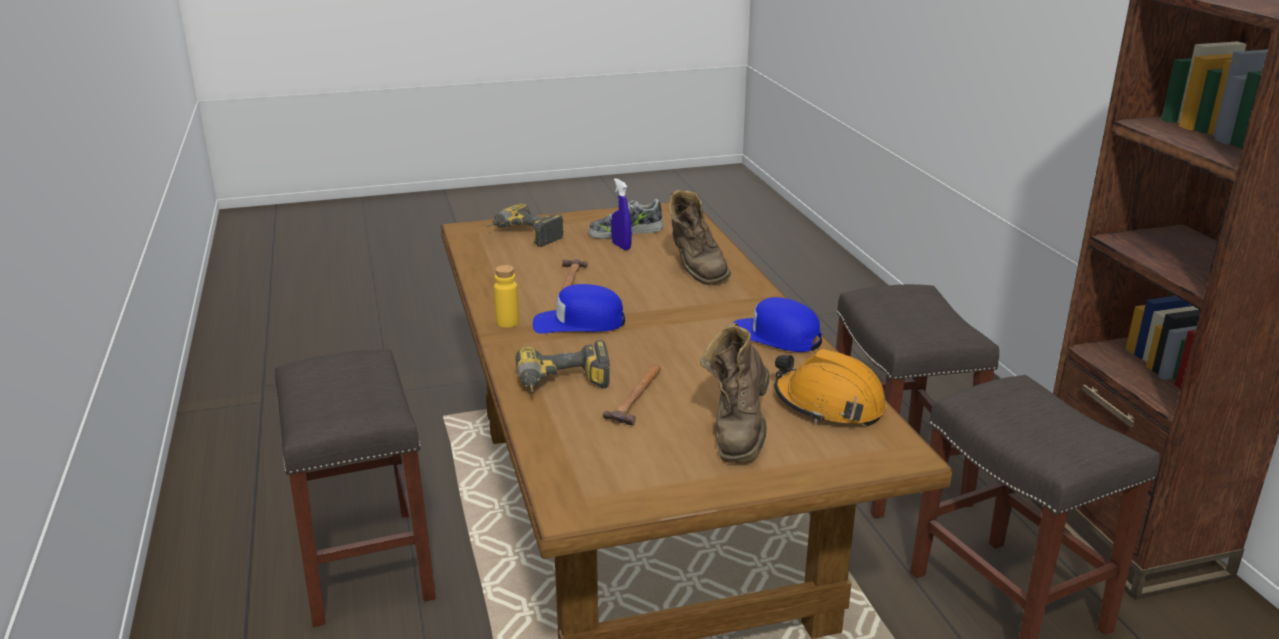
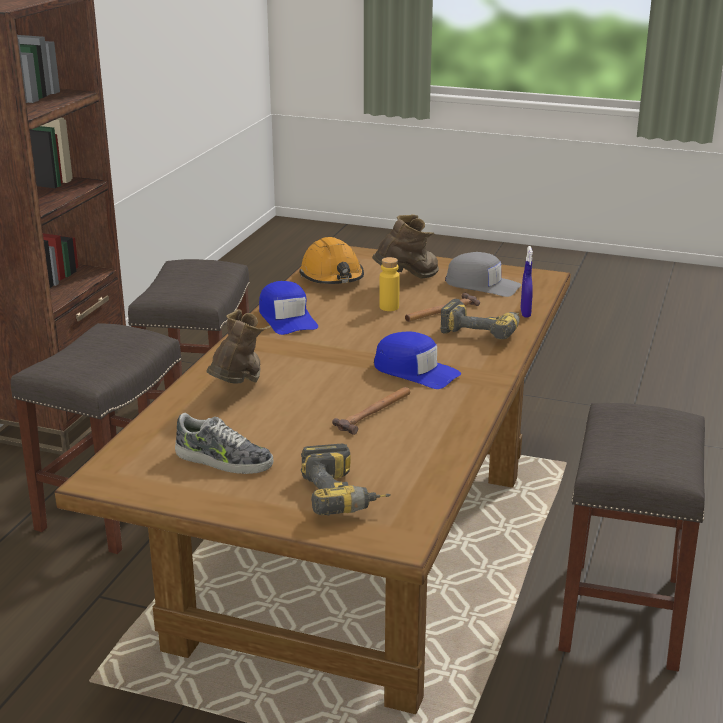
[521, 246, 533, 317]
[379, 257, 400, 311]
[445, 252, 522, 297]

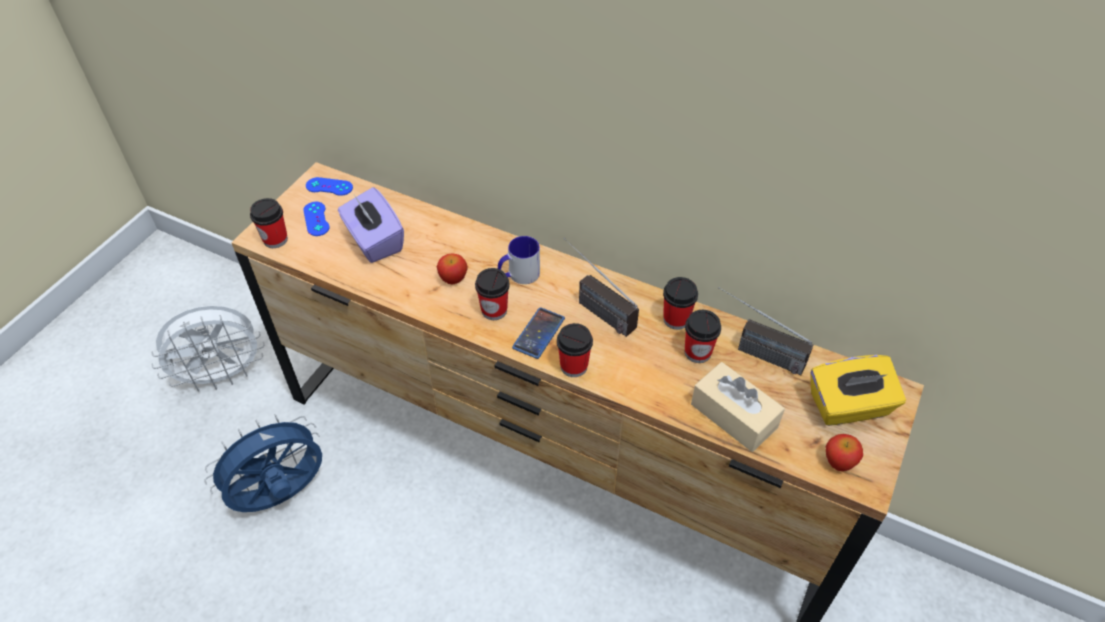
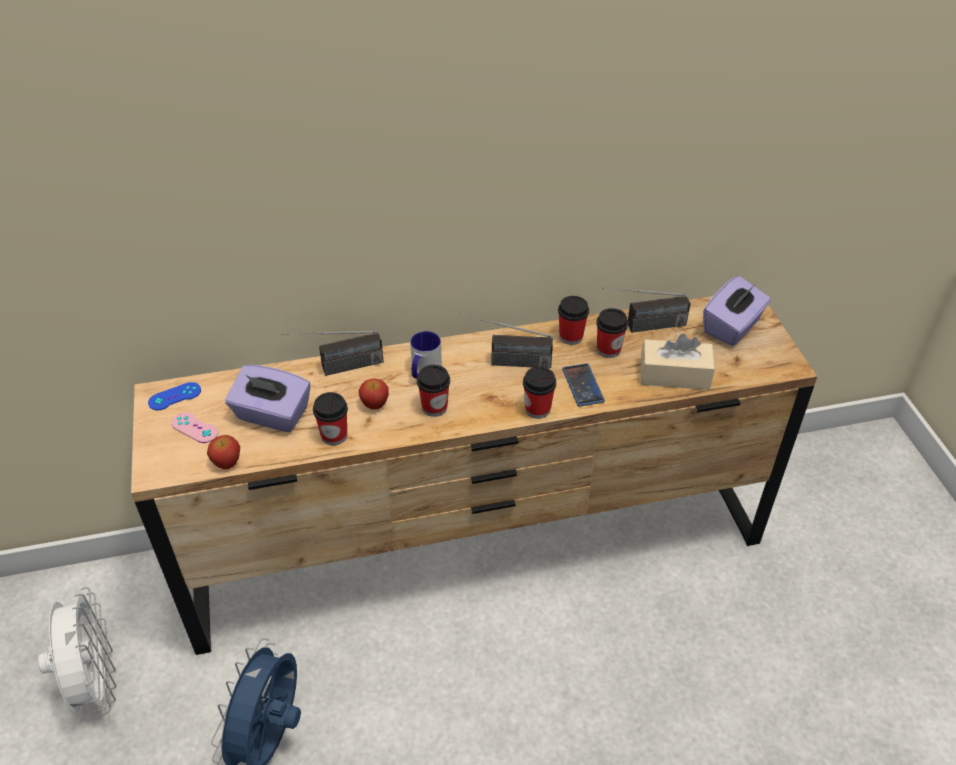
[313, 392, 348, 445]
[171, 412, 219, 443]
[38, 587, 116, 715]
[562, 363, 605, 407]
[703, 276, 771, 346]
[207, 435, 240, 469]
[282, 330, 384, 376]

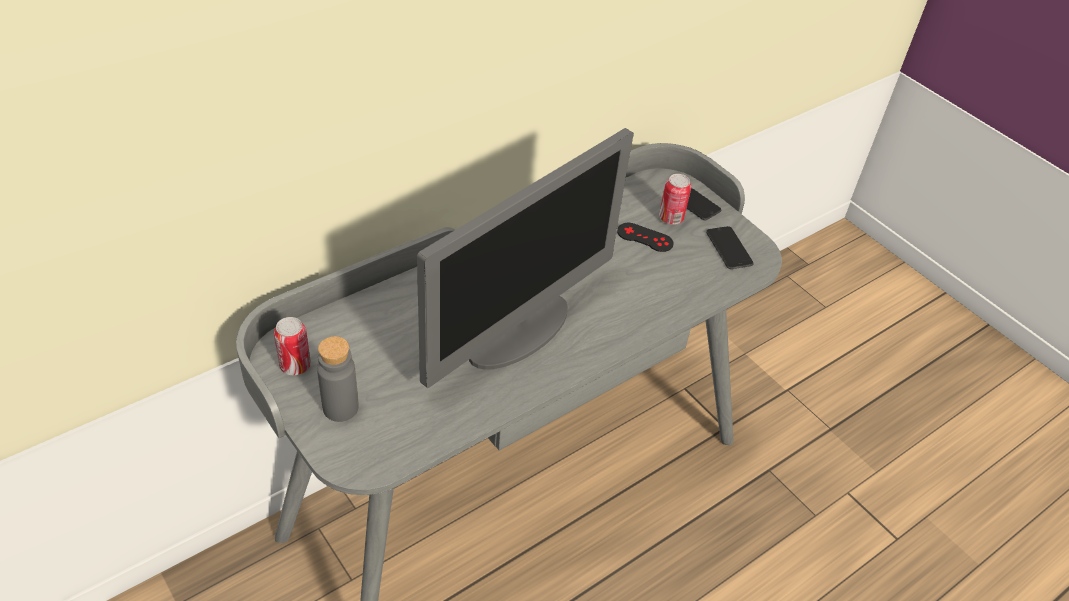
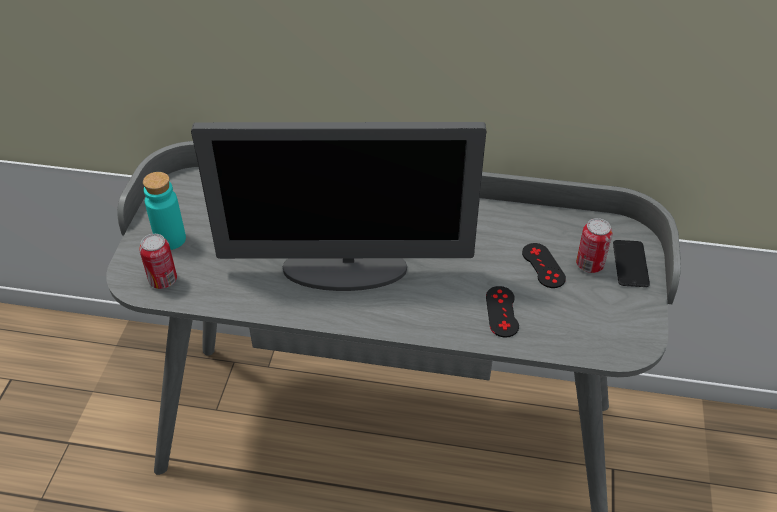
[706, 226, 753, 269] (first image)
[139, 234, 177, 289]
[143, 172, 186, 250]
[486, 286, 519, 338]

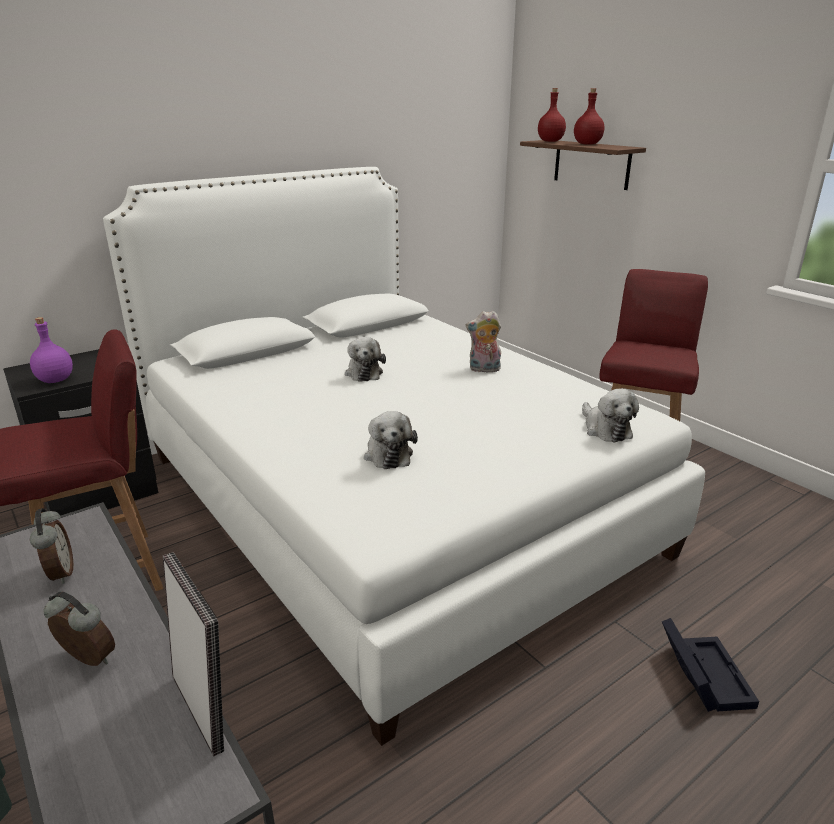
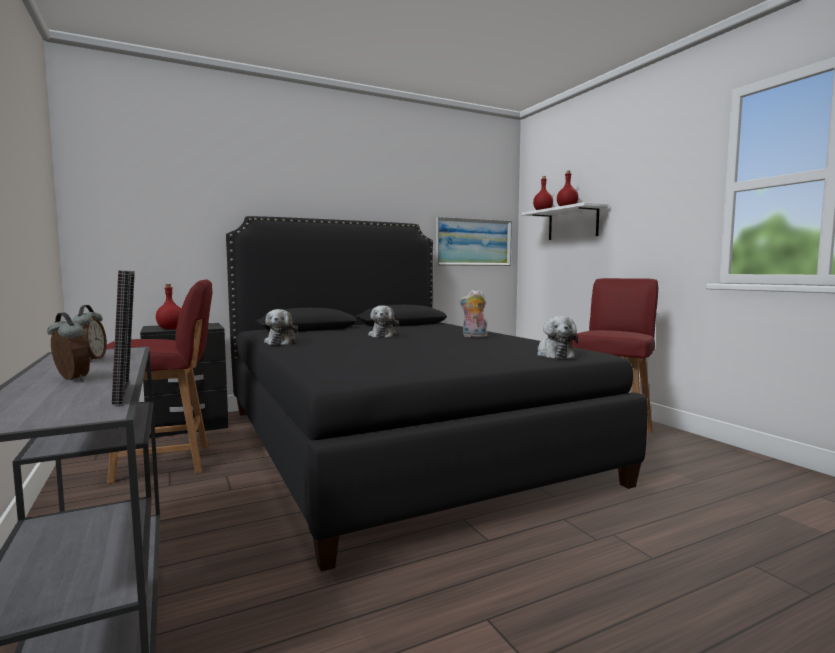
[522, 202, 608, 240]
[226, 216, 648, 572]
[156, 284, 181, 329]
[264, 309, 298, 345]
[662, 618, 759, 712] (first image)
[436, 217, 512, 266]

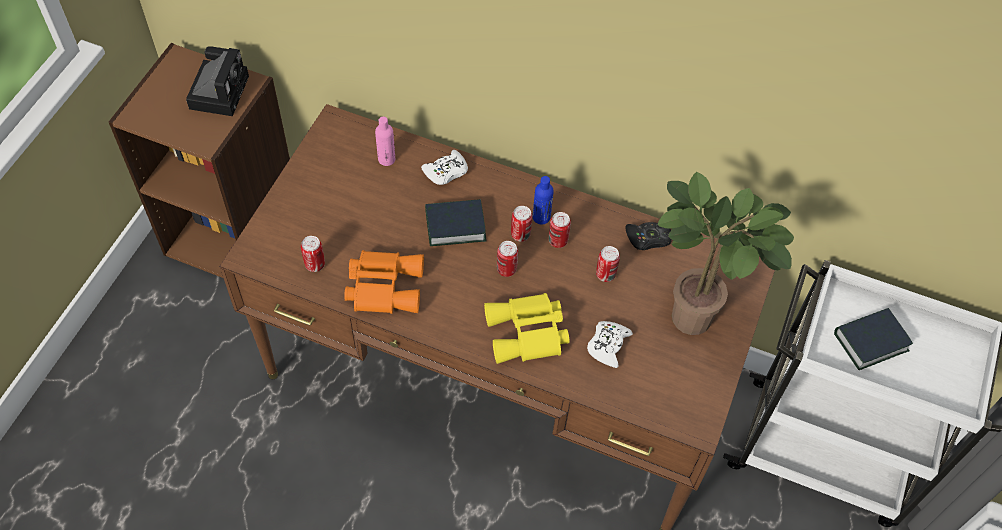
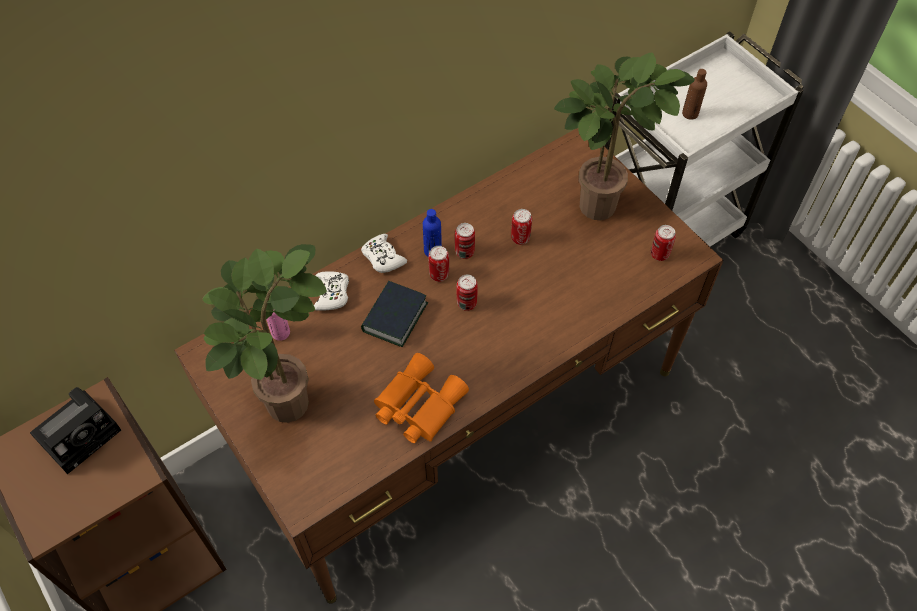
[30, 387, 121, 474]
[625, 222, 672, 250] (first image)
[651, 225, 676, 261]
[484, 293, 569, 364] (first image)
[682, 69, 707, 120]
[361, 234, 407, 273]
[202, 244, 327, 423]

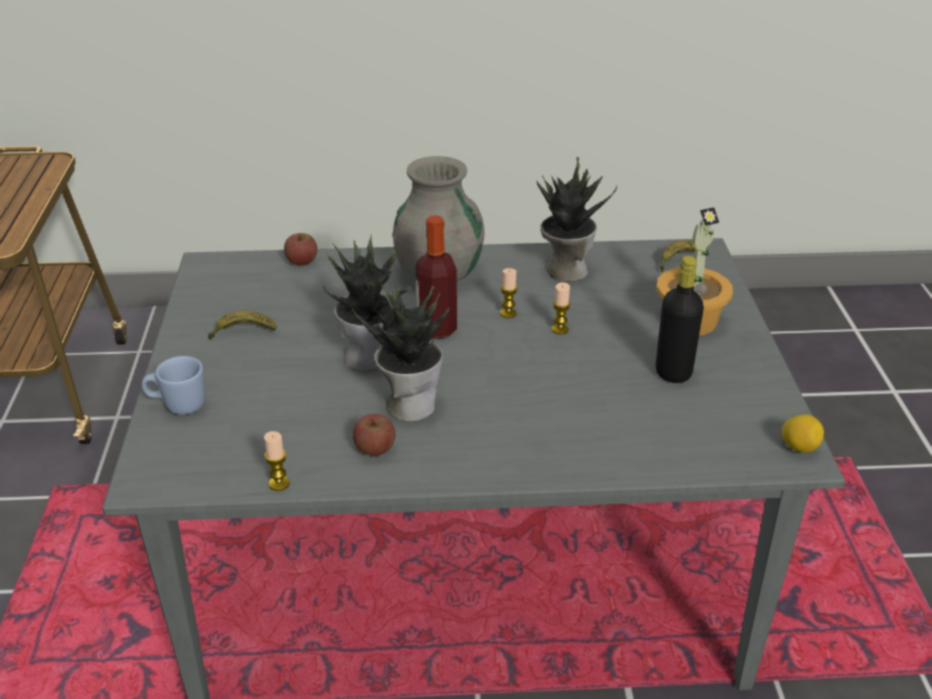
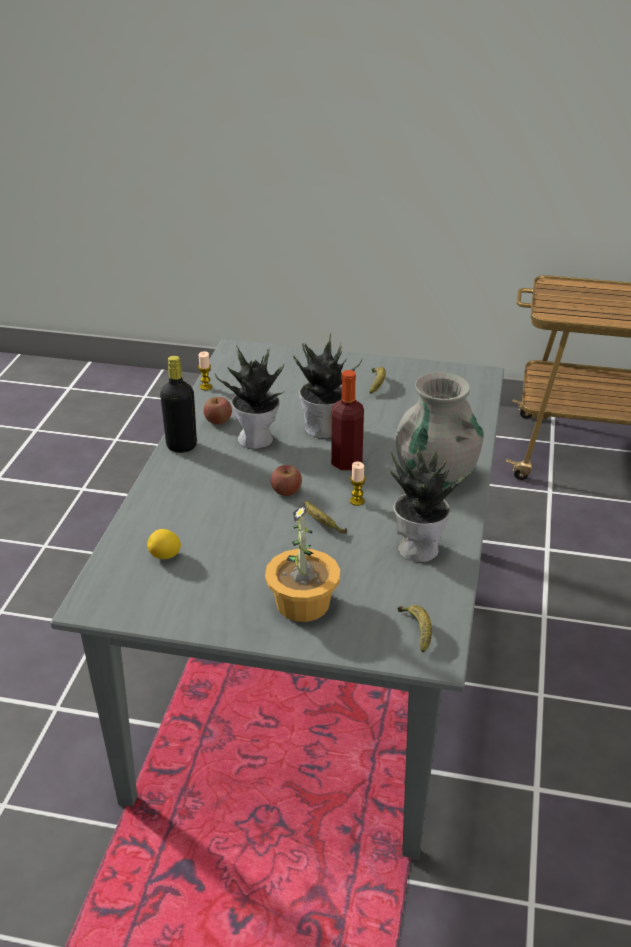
[271, 465, 302, 496]
[160, 356, 197, 453]
[303, 501, 347, 534]
[142, 356, 205, 415] (first image)
[147, 529, 181, 559]

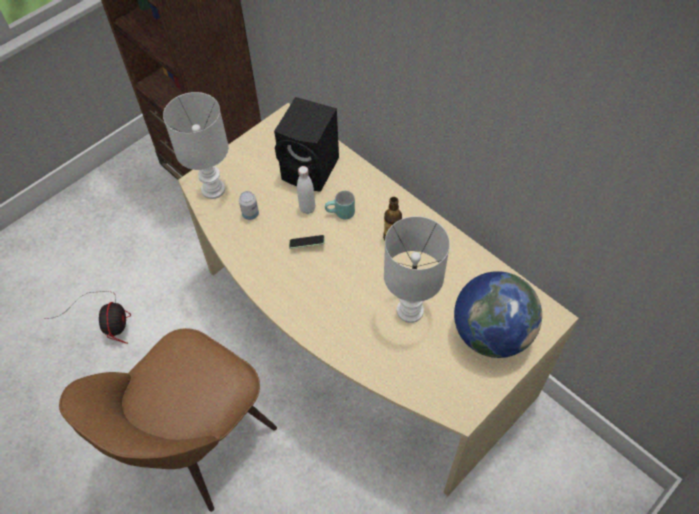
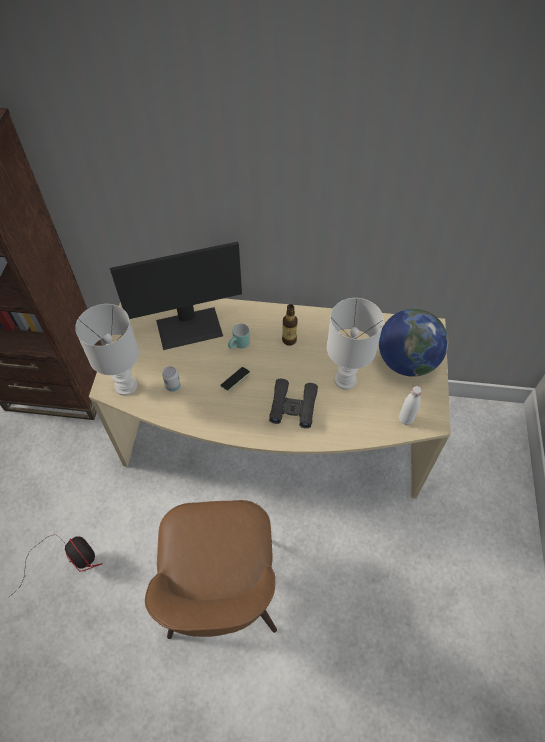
[110, 241, 242, 350]
[399, 386, 422, 425]
[269, 379, 318, 428]

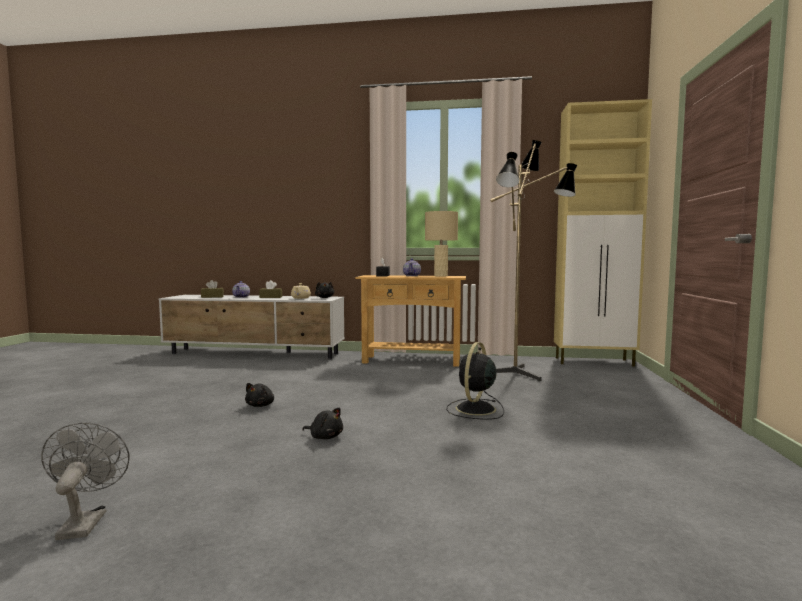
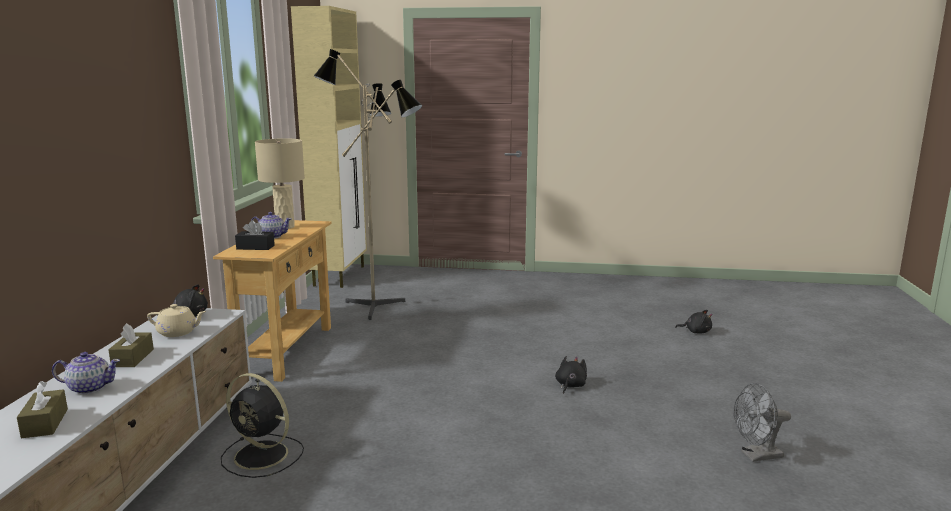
[221, 373, 304, 478]
[675, 310, 712, 334]

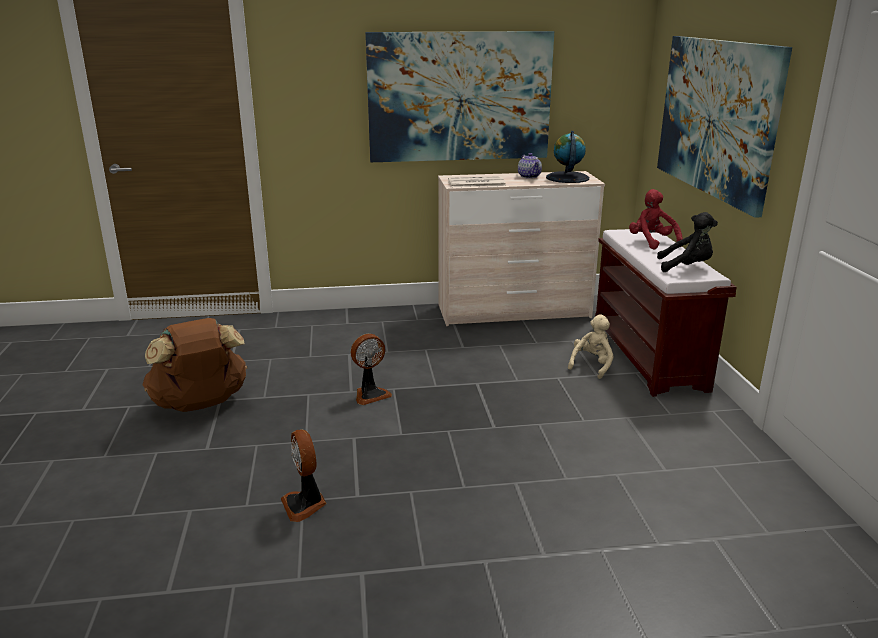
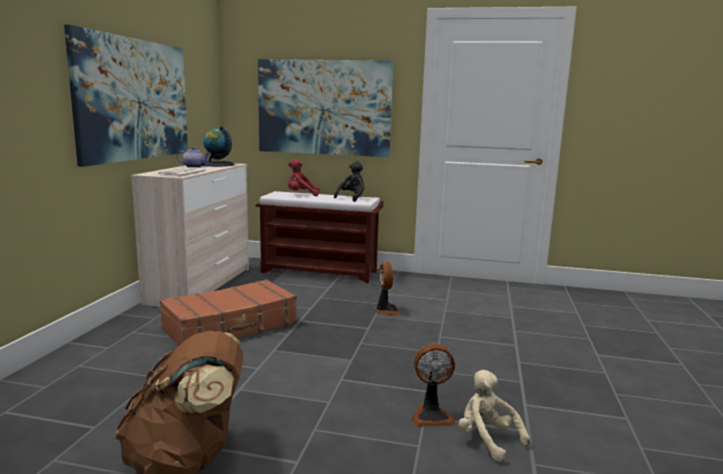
[458, 370, 530, 462]
[374, 262, 401, 315]
[160, 279, 297, 346]

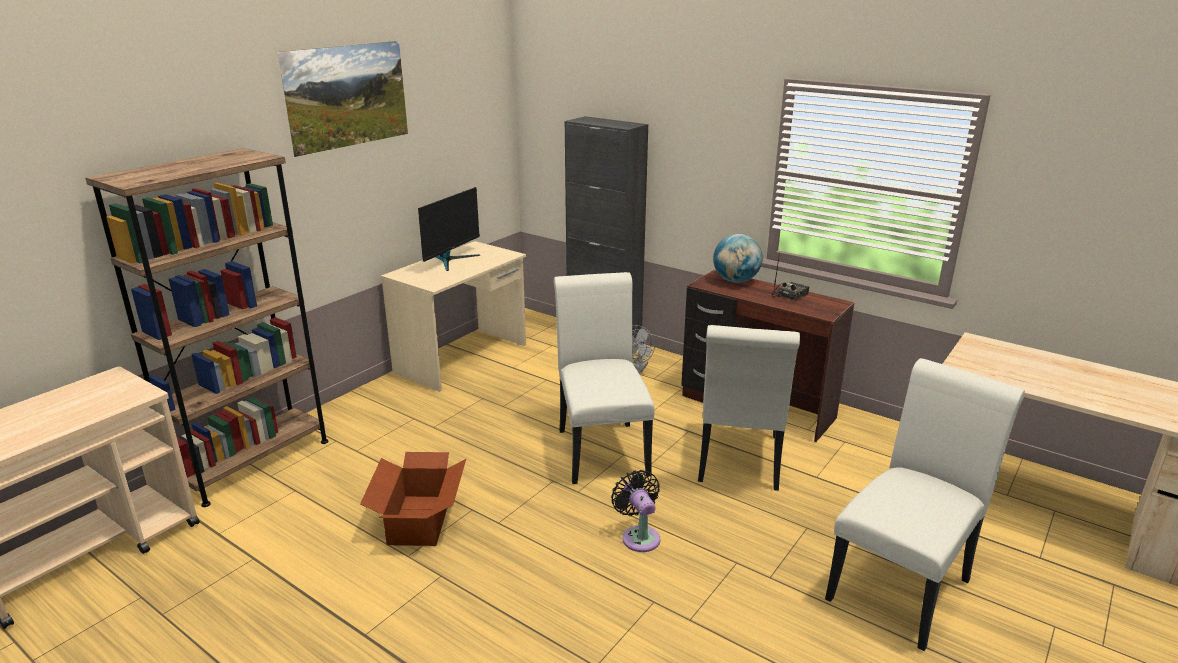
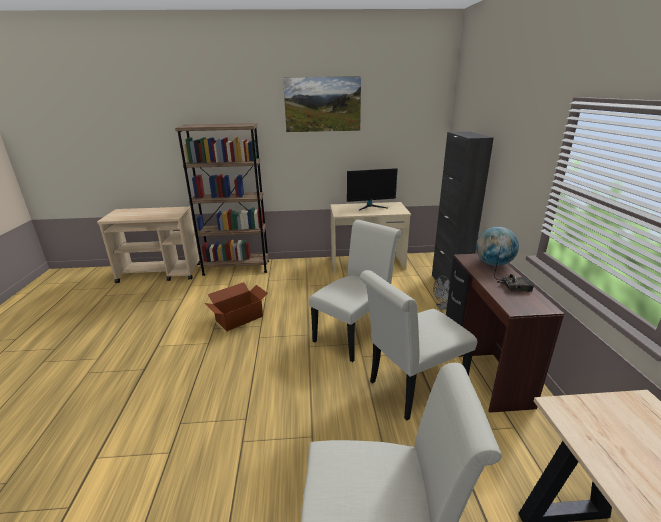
[611, 470, 660, 552] (first image)

